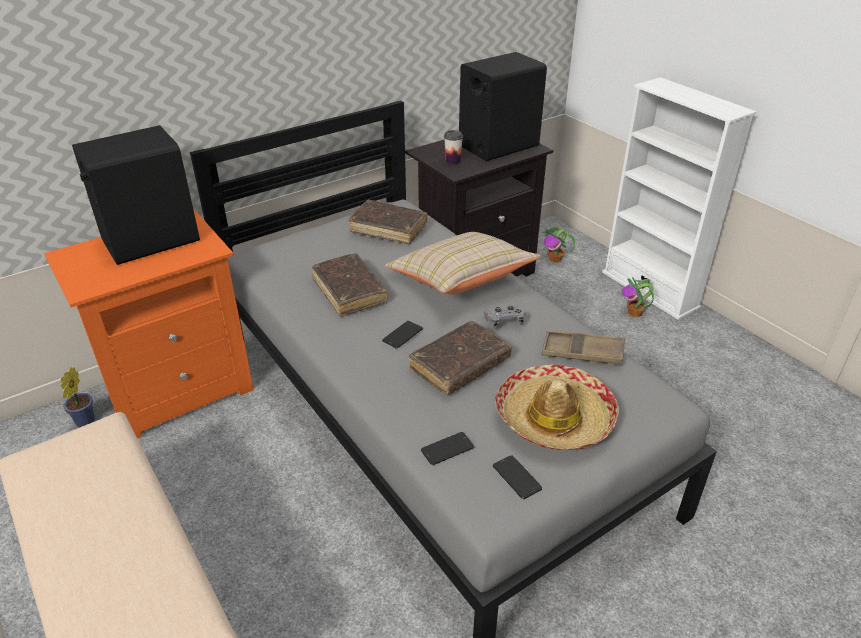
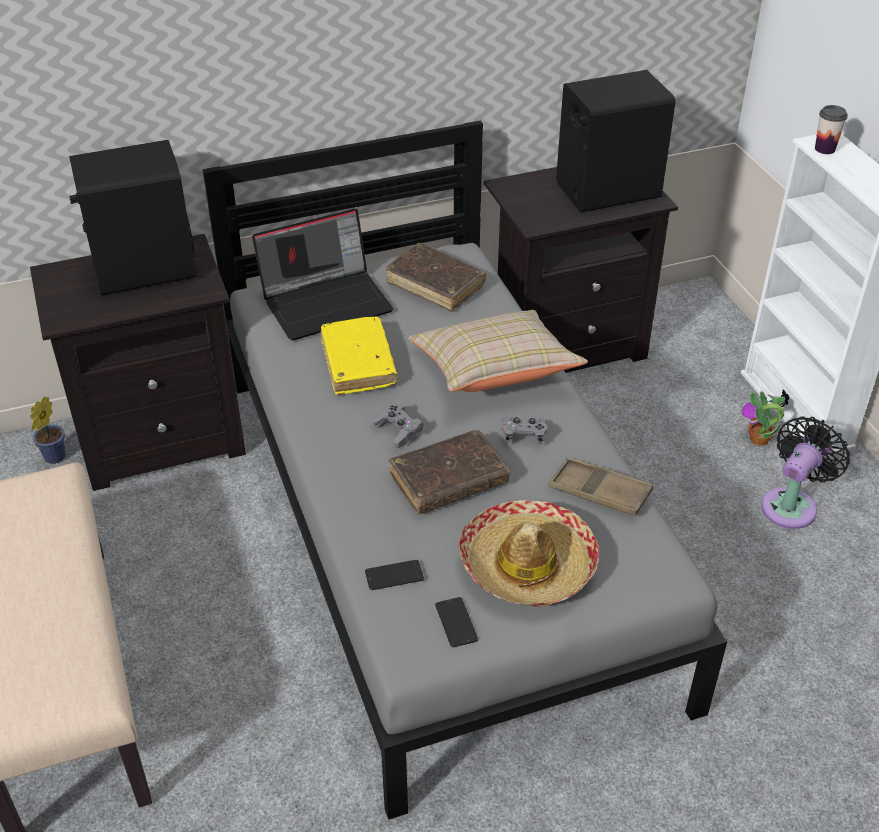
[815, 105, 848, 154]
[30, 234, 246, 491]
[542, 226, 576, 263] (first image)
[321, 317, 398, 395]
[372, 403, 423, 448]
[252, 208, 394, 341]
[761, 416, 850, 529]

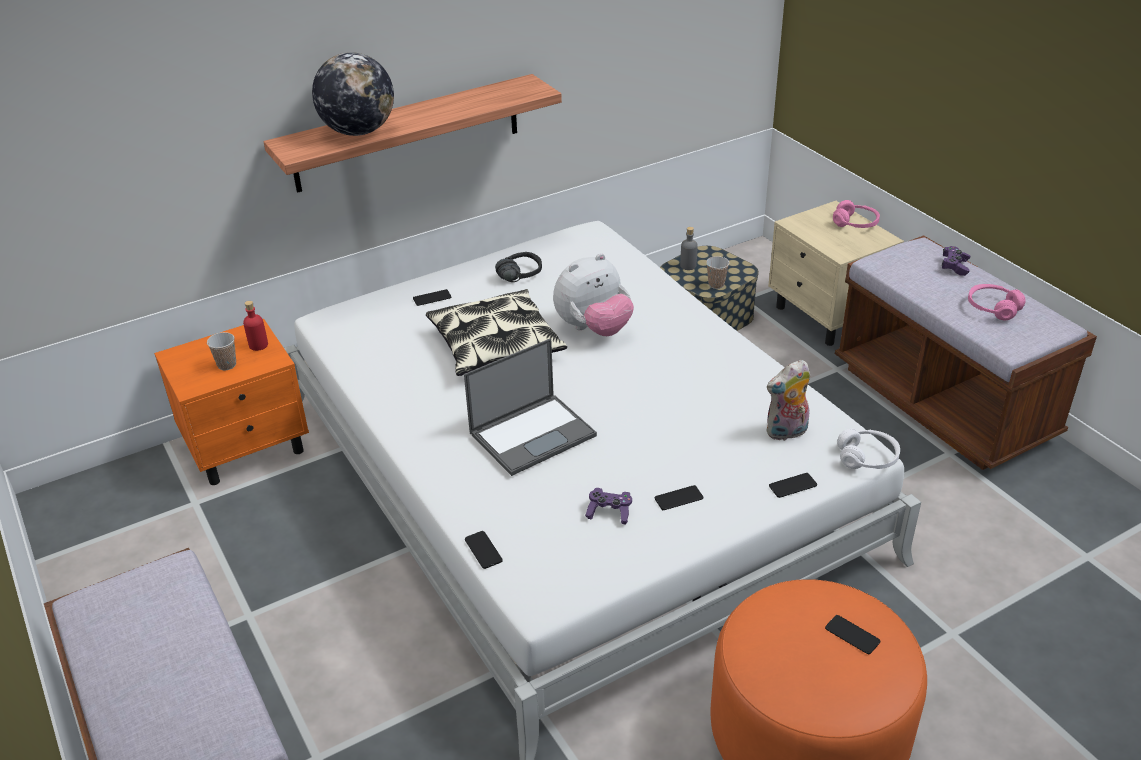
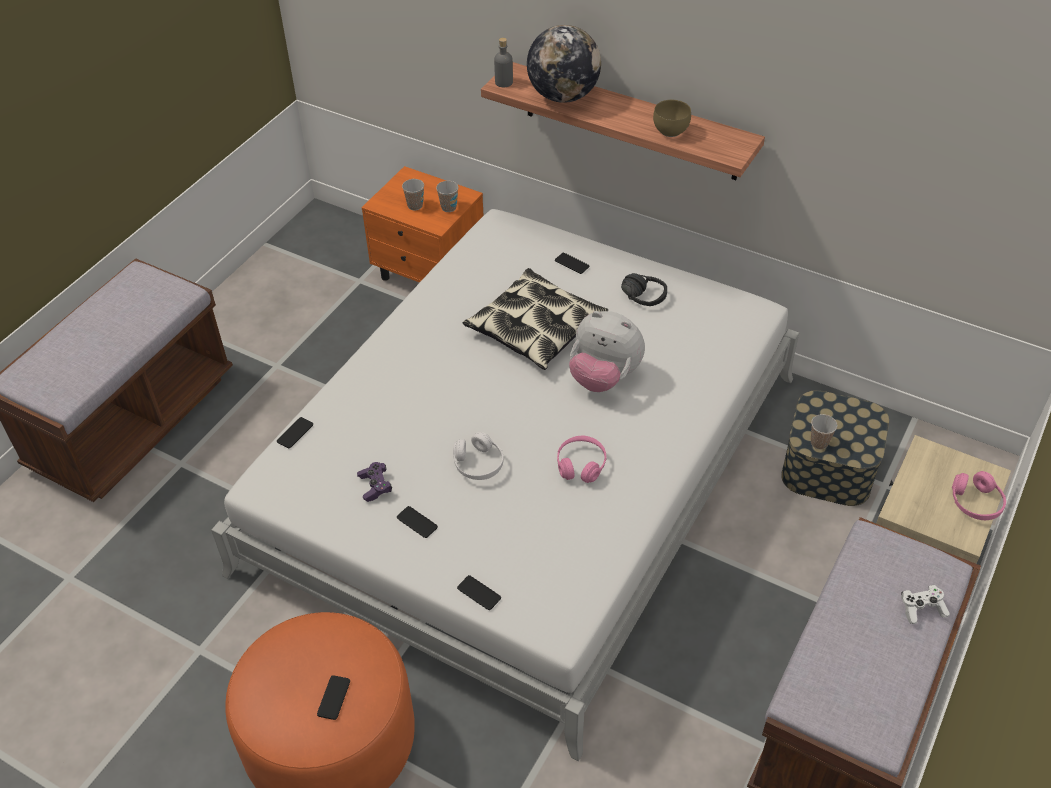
[494, 38, 513, 87]
[901, 585, 950, 624]
[557, 436, 607, 483]
[436, 181, 459, 212]
[464, 338, 597, 476] (first image)
[767, 360, 810, 441] (first image)
[453, 432, 504, 480]
[653, 100, 691, 137]

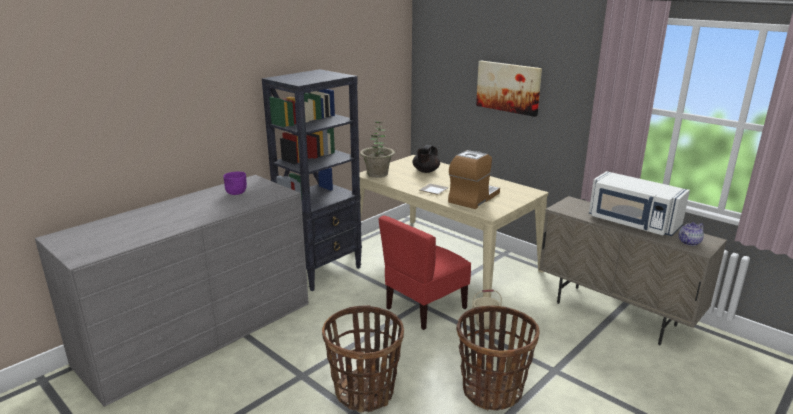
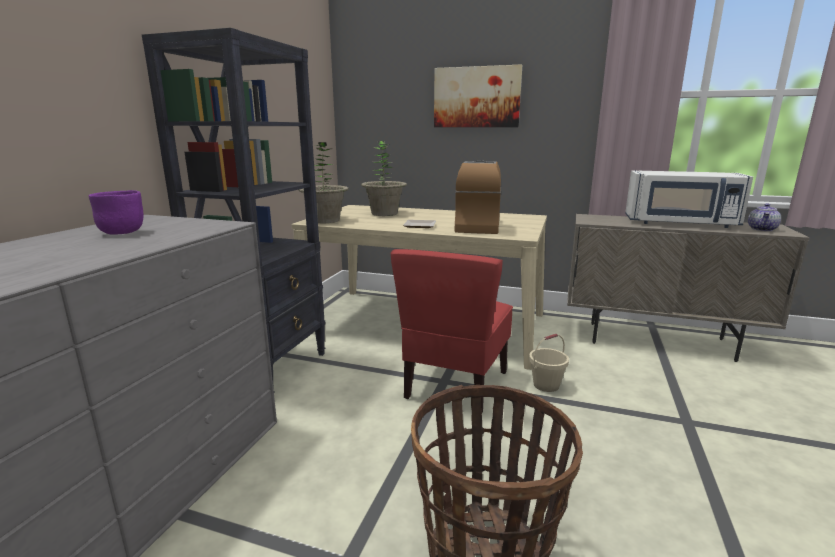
[361, 141, 407, 216]
[456, 306, 539, 411] (first image)

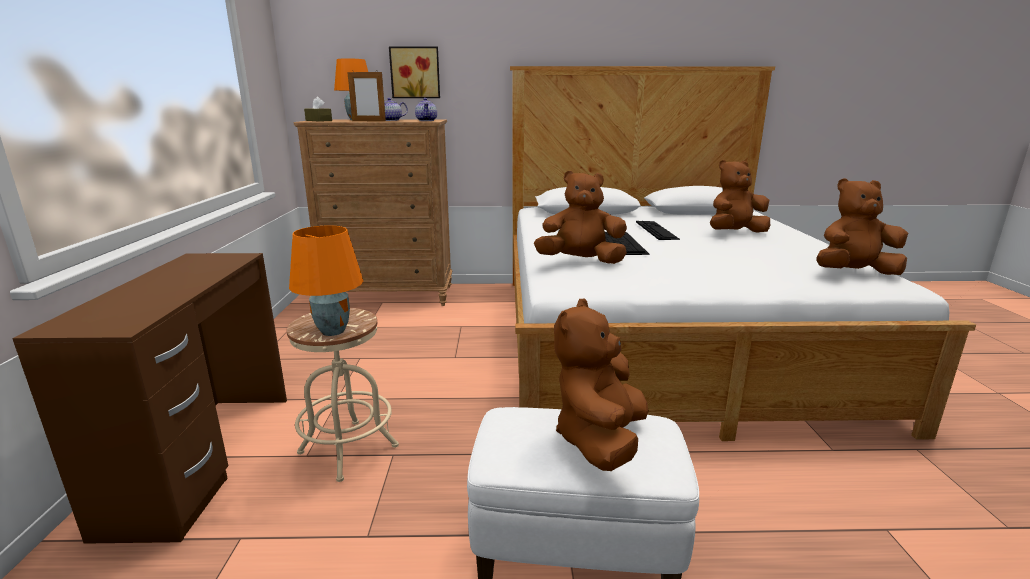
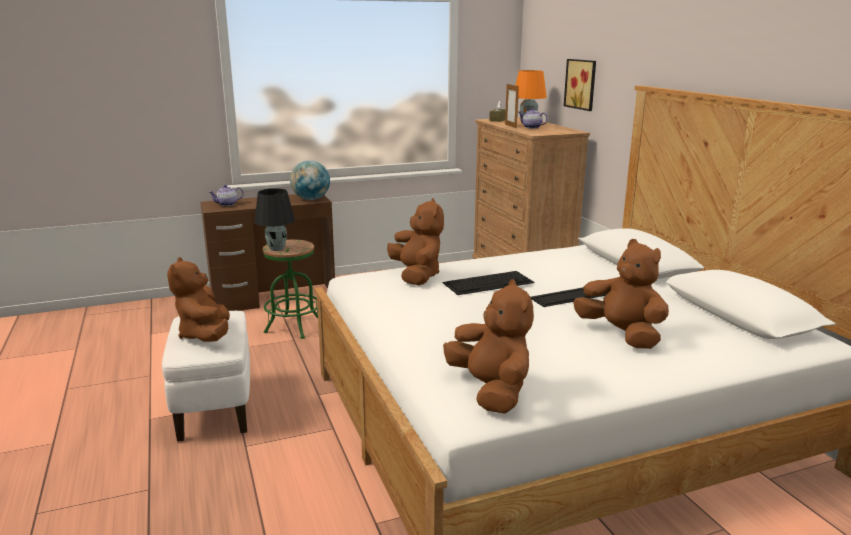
[209, 185, 243, 206]
[254, 188, 295, 251]
[167, 257, 230, 342]
[263, 240, 318, 339]
[290, 160, 330, 200]

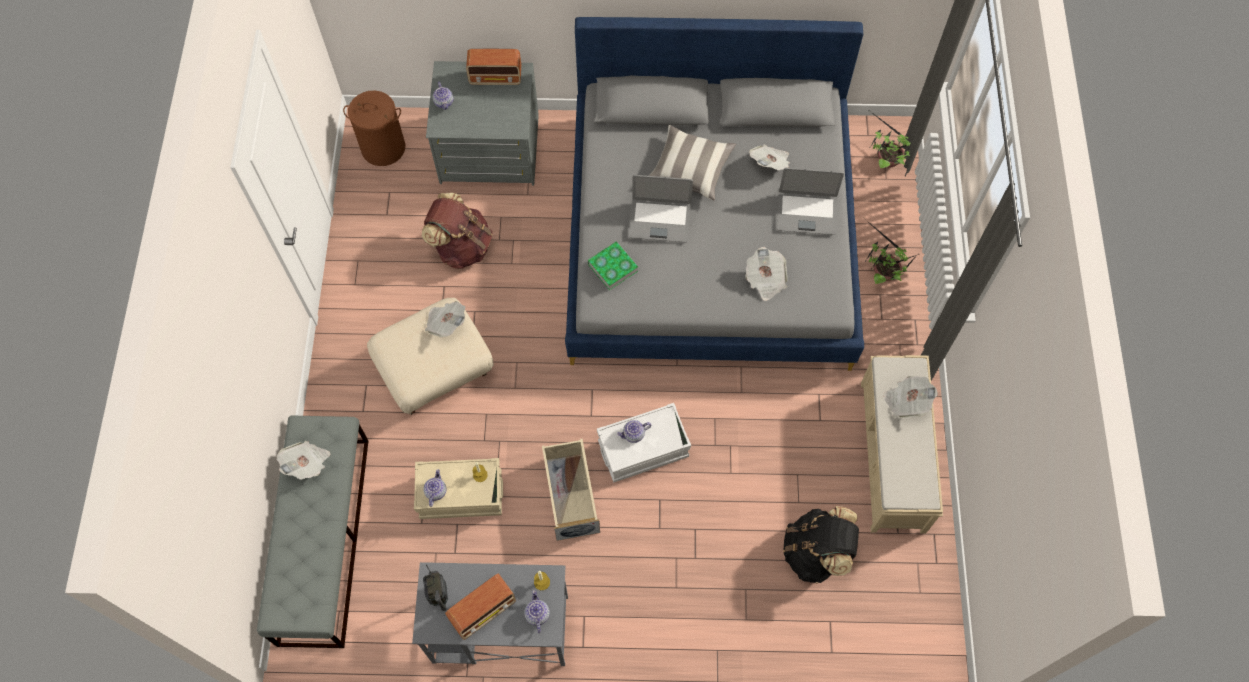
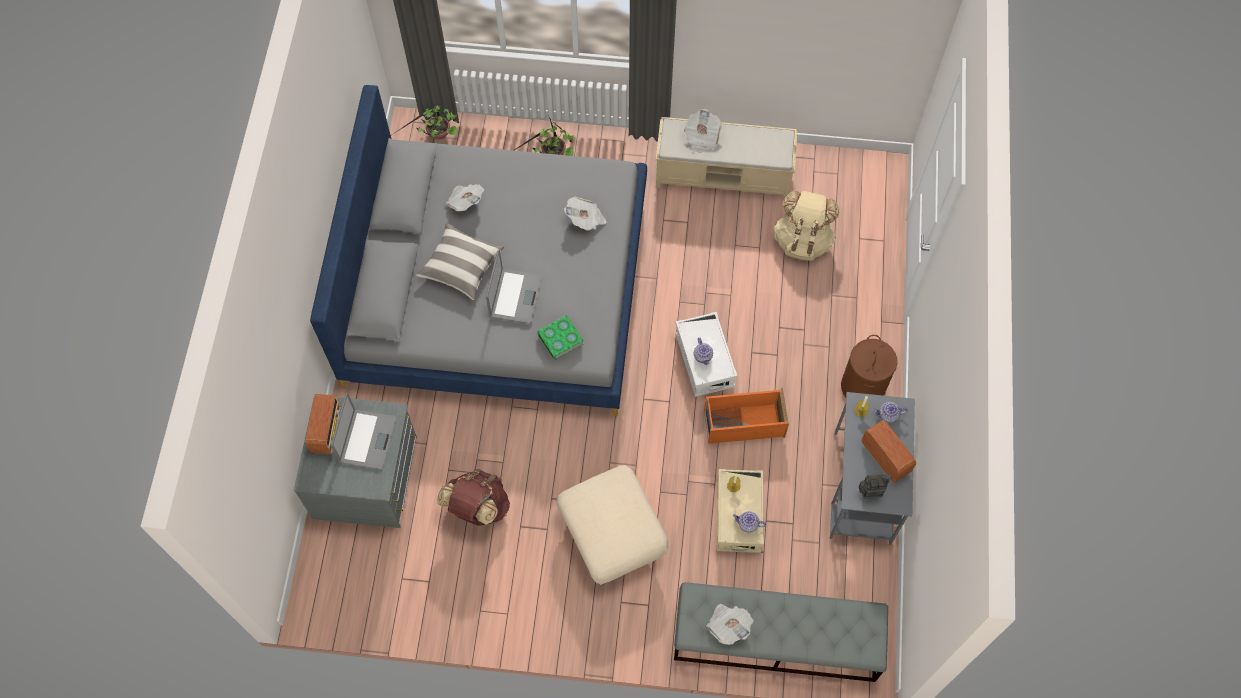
[433, 81, 454, 110] (first image)
[841, 335, 897, 397]
[331, 393, 396, 469]
[425, 301, 466, 338] (first image)
[704, 388, 789, 444]
[774, 191, 839, 261]

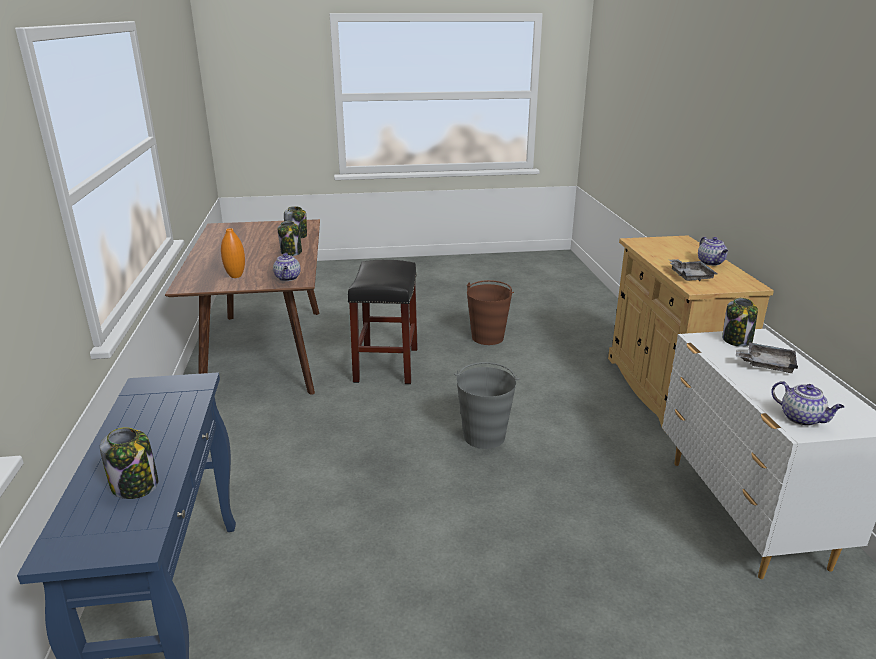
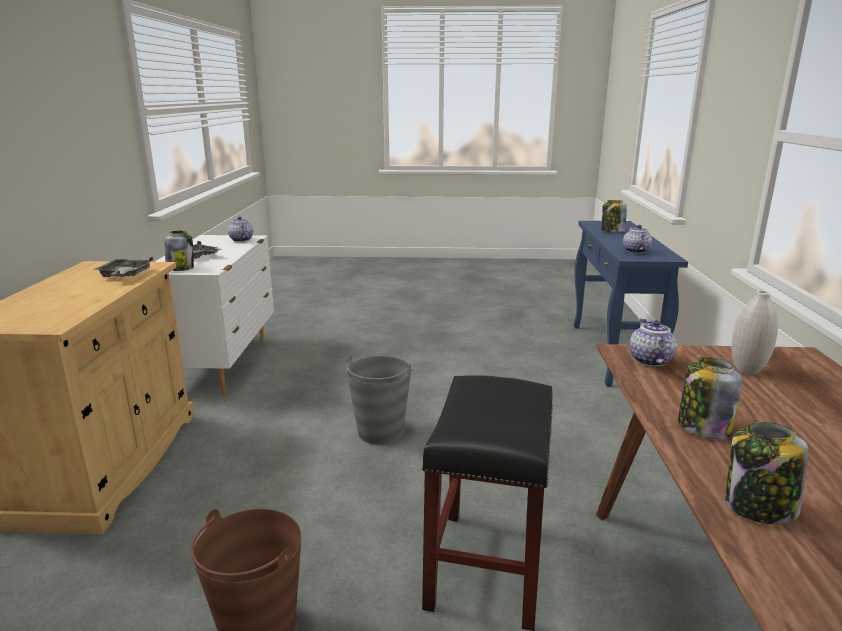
[732, 290, 778, 375]
[623, 225, 652, 253]

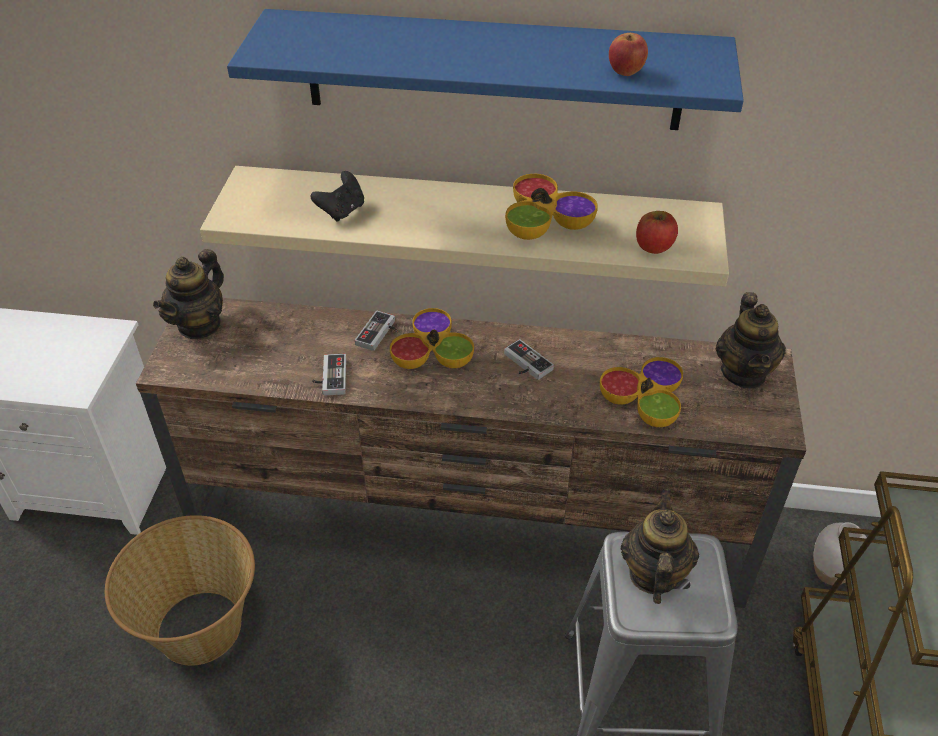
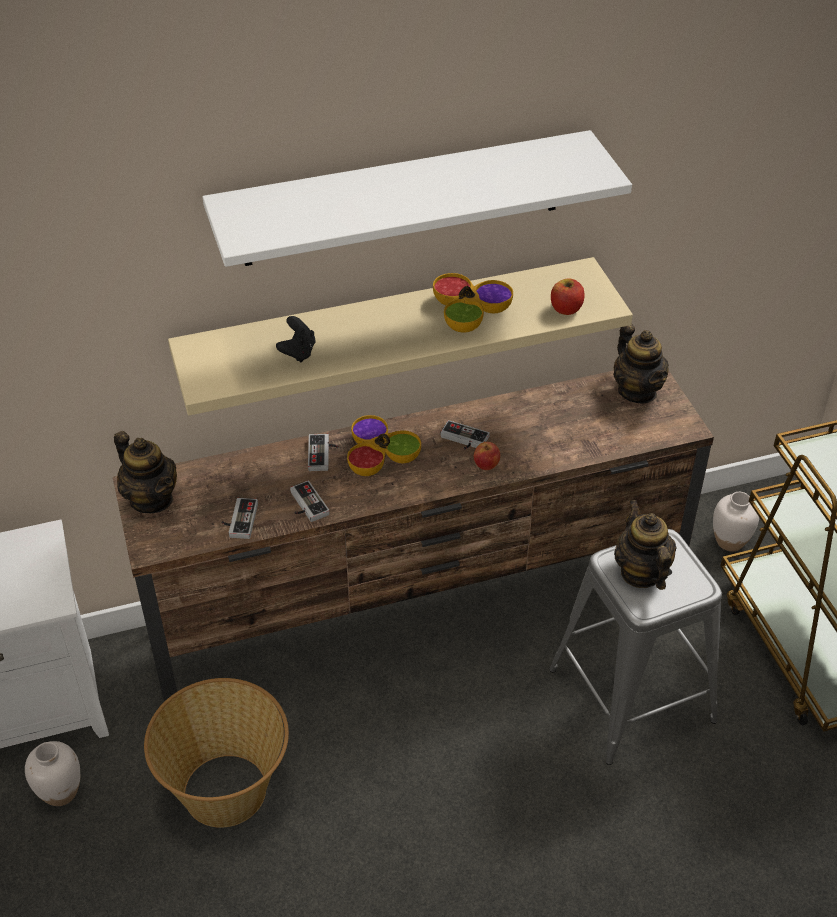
[203, 130, 632, 267]
[474, 442, 500, 470]
[114, 431, 177, 513]
[600, 357, 683, 427] (first image)
[221, 498, 258, 539]
[25, 741, 80, 806]

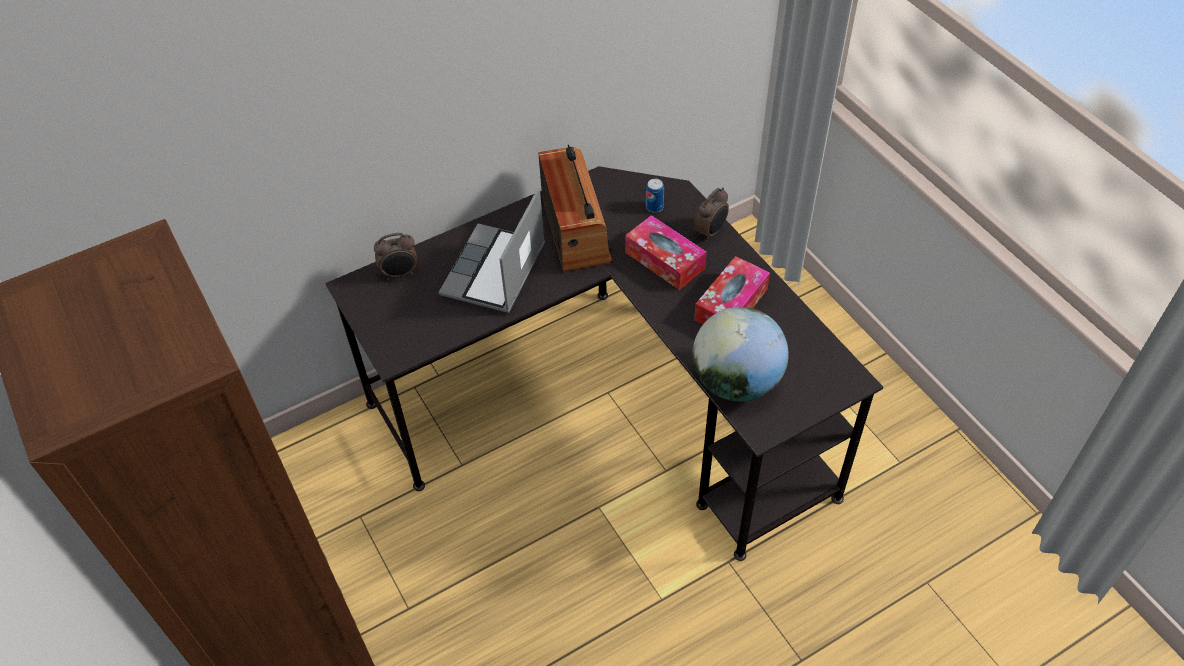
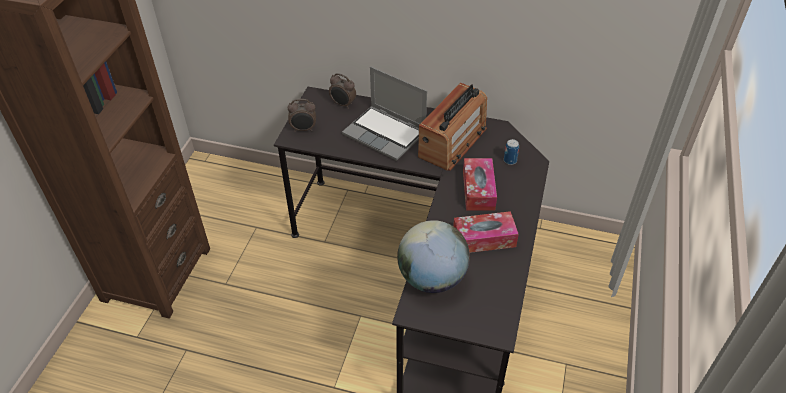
[342, 67, 427, 161]
[288, 99, 316, 132]

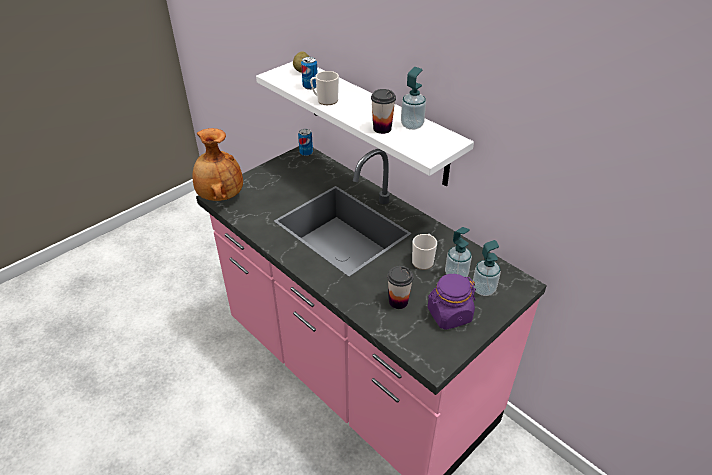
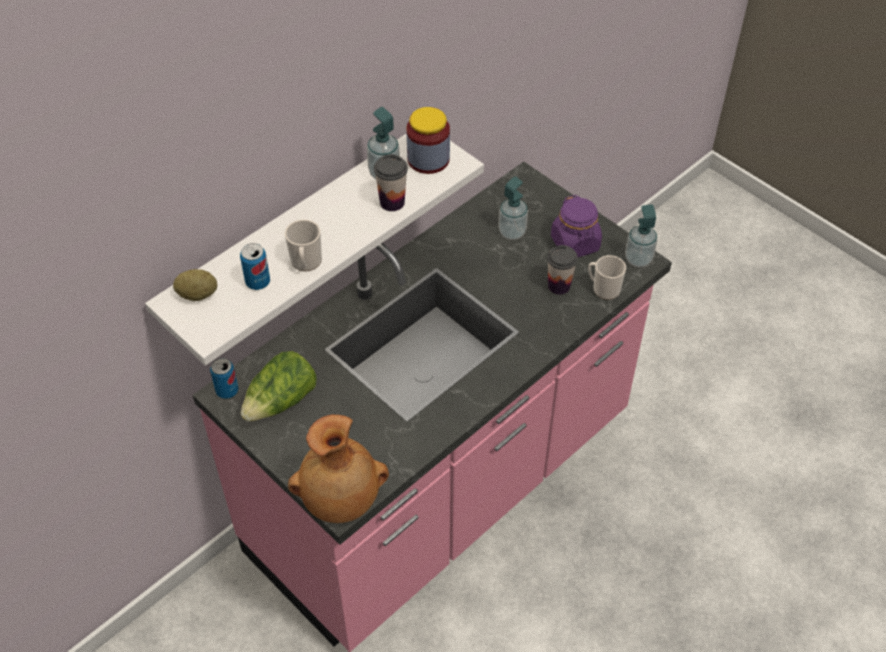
[588, 255, 626, 300]
[625, 204, 657, 267]
[406, 107, 450, 174]
[241, 351, 317, 422]

